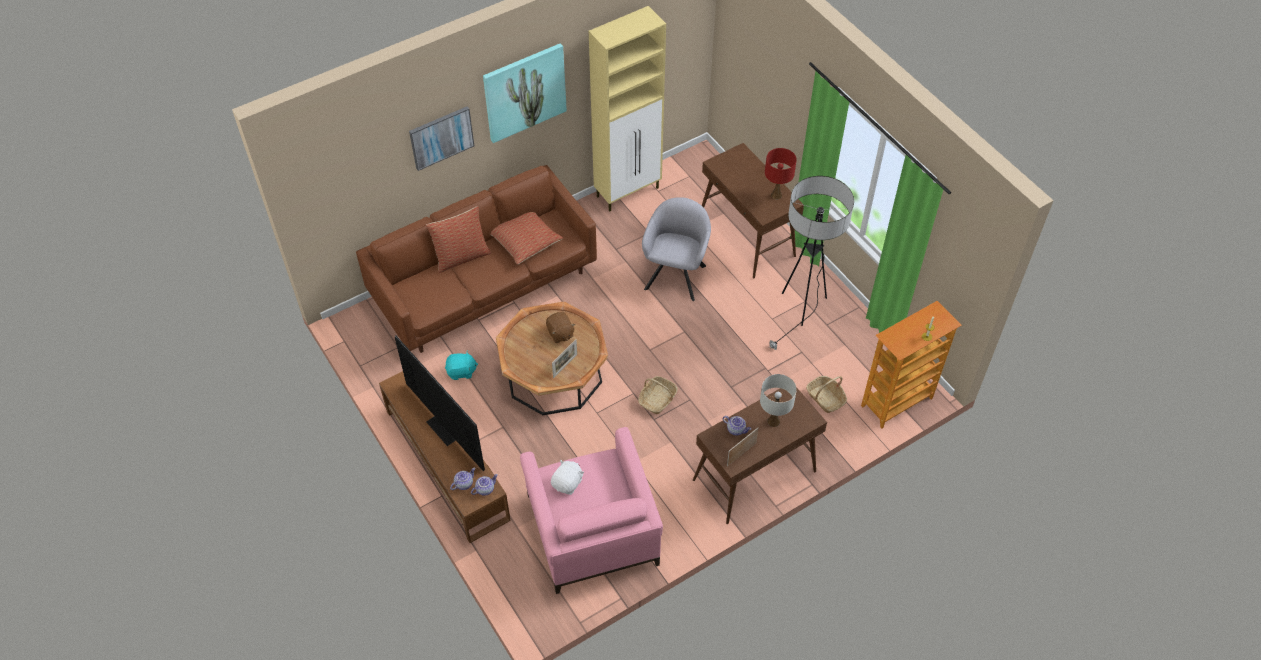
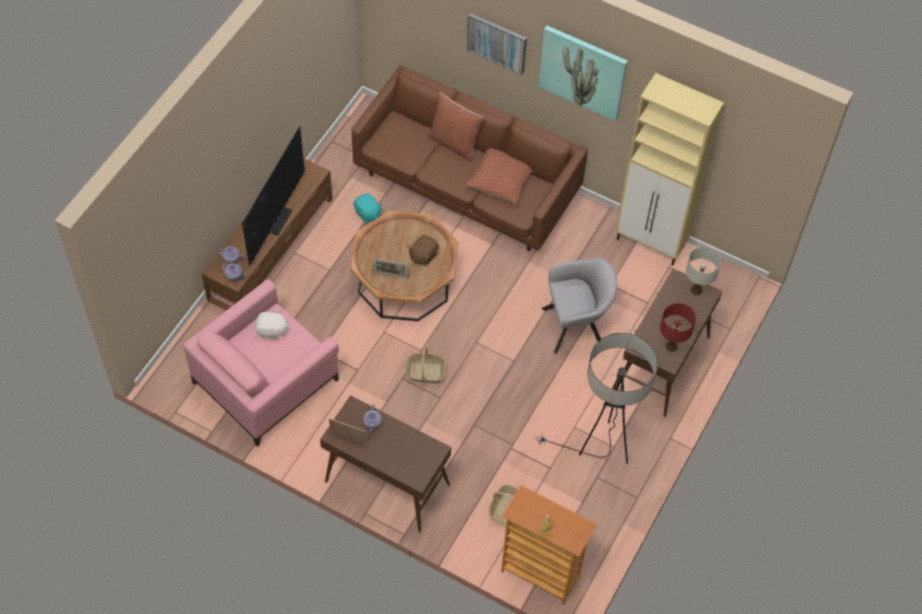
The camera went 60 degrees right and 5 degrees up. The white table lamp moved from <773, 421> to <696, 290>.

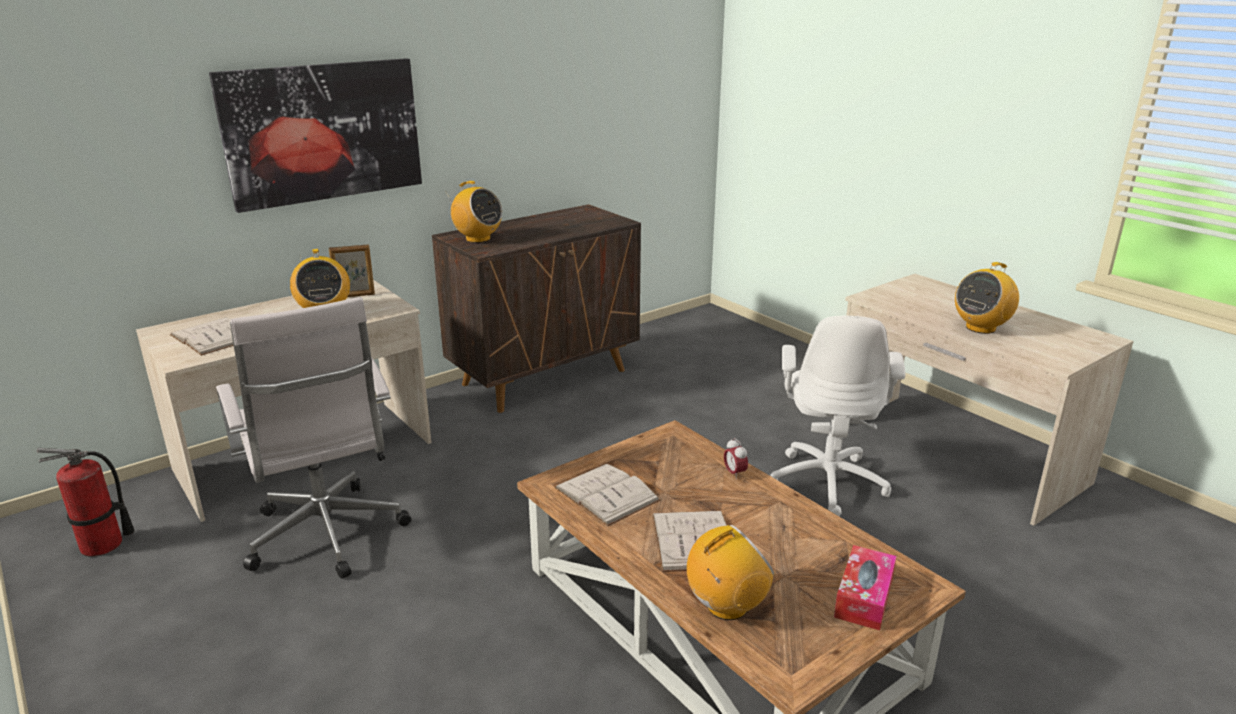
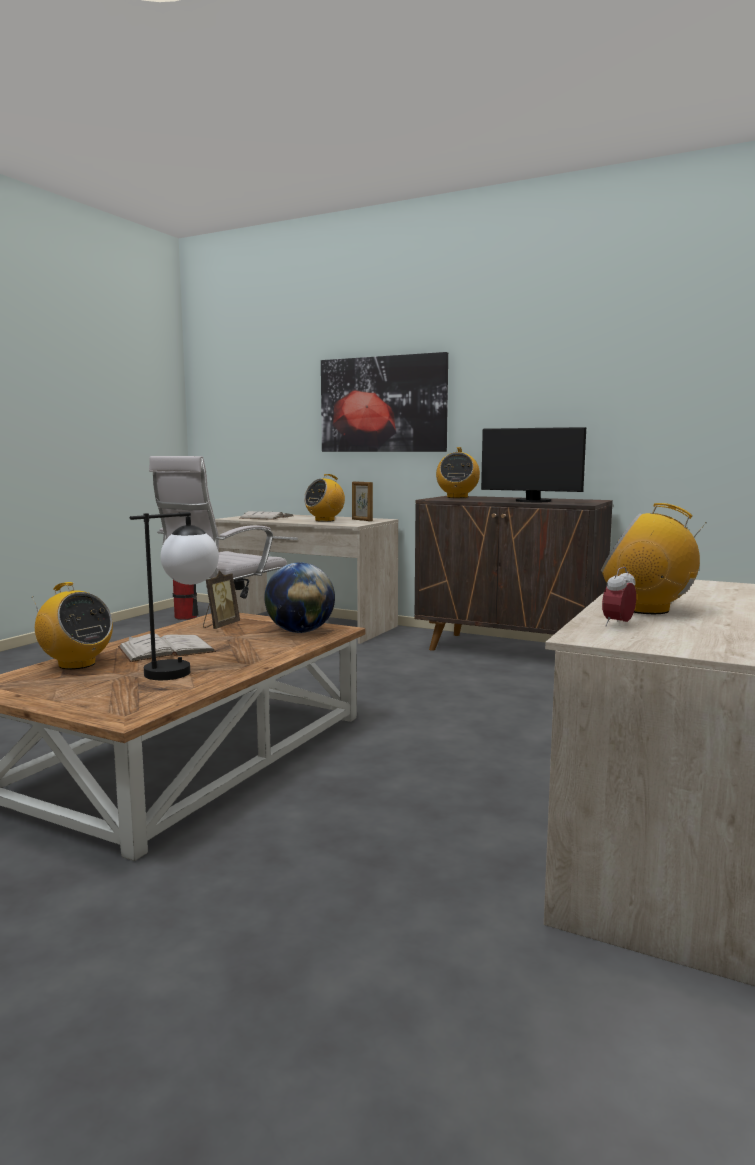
The camera went 65 degrees right and 15 degrees down. The white book at <606, 494> was replaced by the picture frame at <220, 626>. The alarm clock moved from <734, 473> to <618, 624>. The white office chair at <828, 481> disappeared. The tissue box at <864, 597> disappeared. The table lamp at <183, 669> appeared. The globe at <300, 632> appeared. The monitor at <532, 501> appeared.

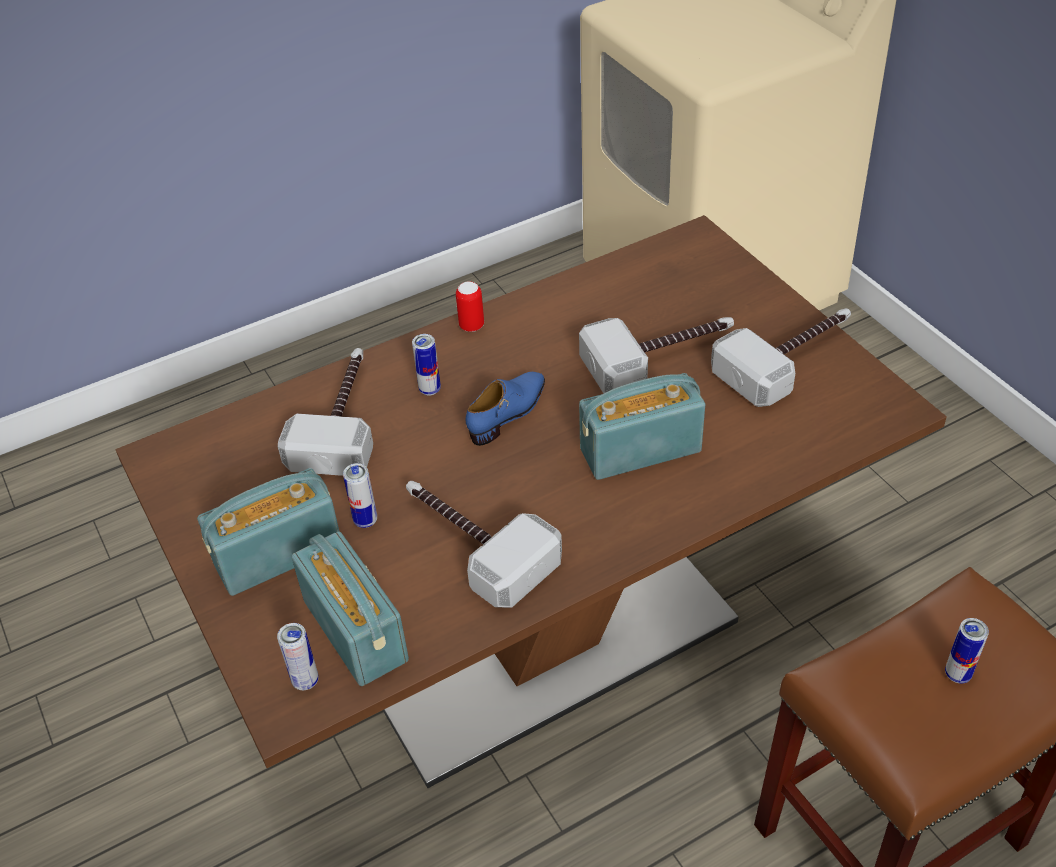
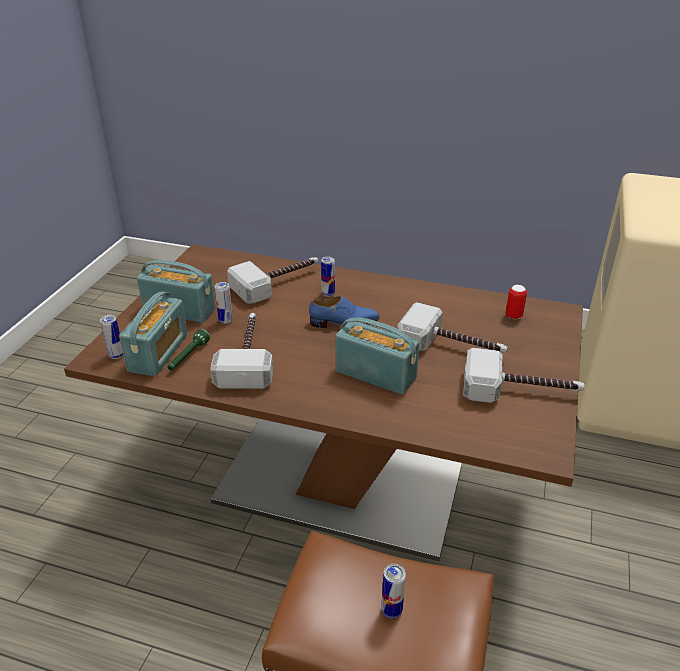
The camera went 45 degrees right and 10 degrees down. The can moved from <471, 326> to <513, 316>. The green flashlight at <188, 357> appeared.

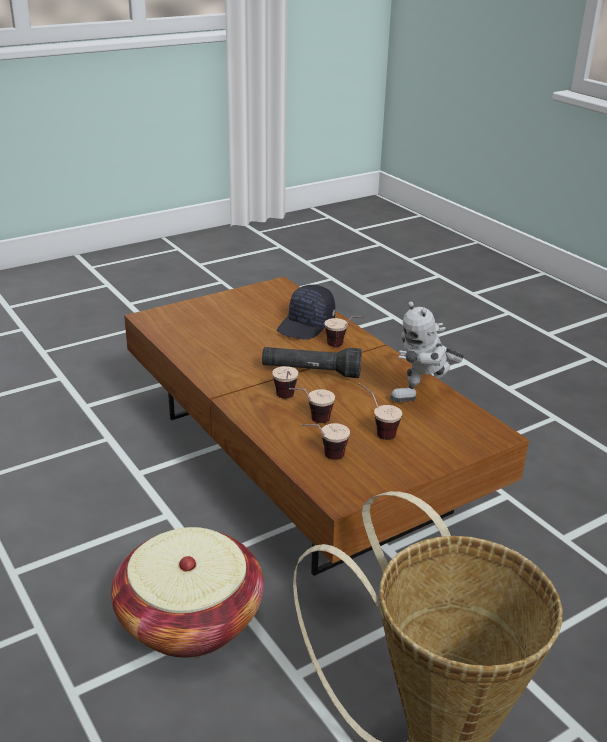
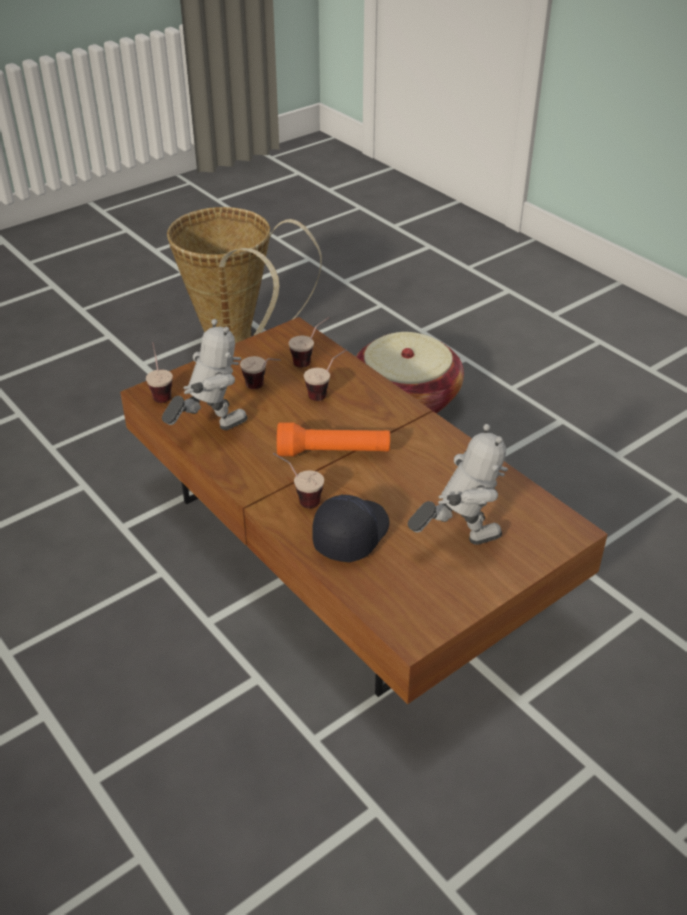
The camera went 175 degrees right and 10 degrees up. The black flashlight at <311, 372> became the orange flashlight at <334, 453>. The cup moved from <286, 400> to <161, 392>. The toy robot at <458, 539> appeared.

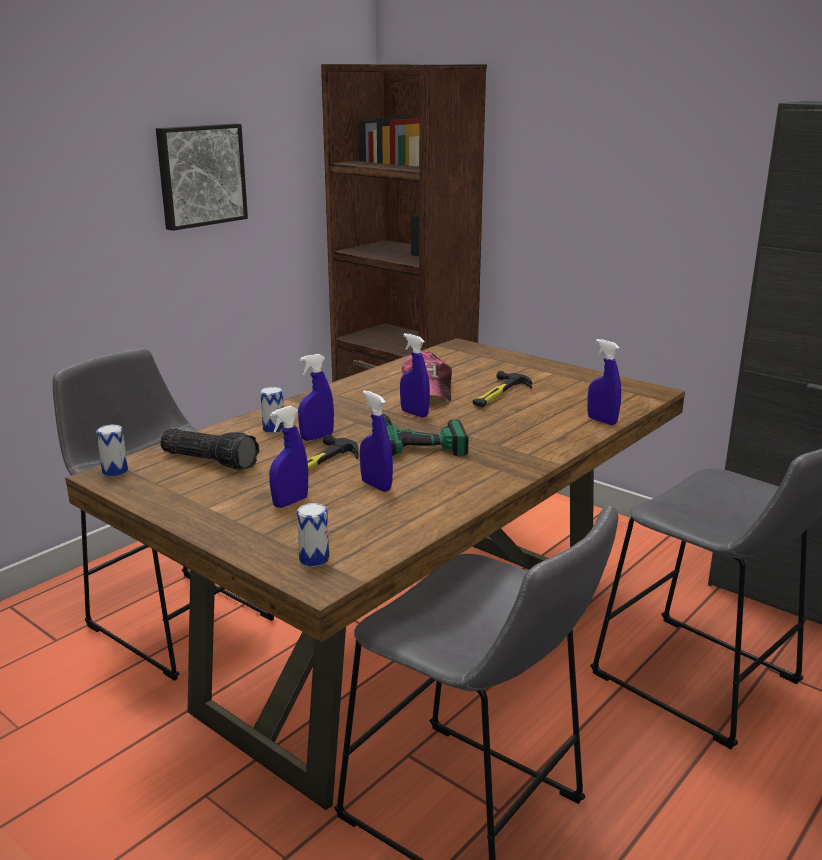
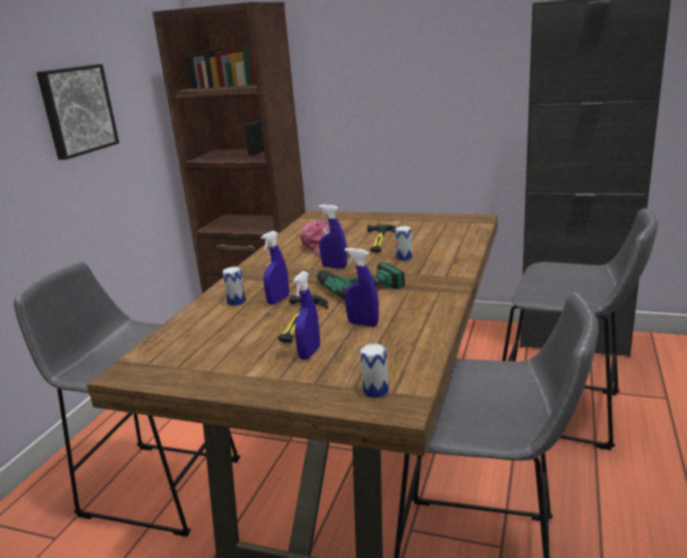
The camera went 20 degrees left and 0 degrees up. The can moved from <115, 471> to <404, 257>. The flashlight at <211, 460> disappeared. The blue spray bottle at <602, 421> disappeared.

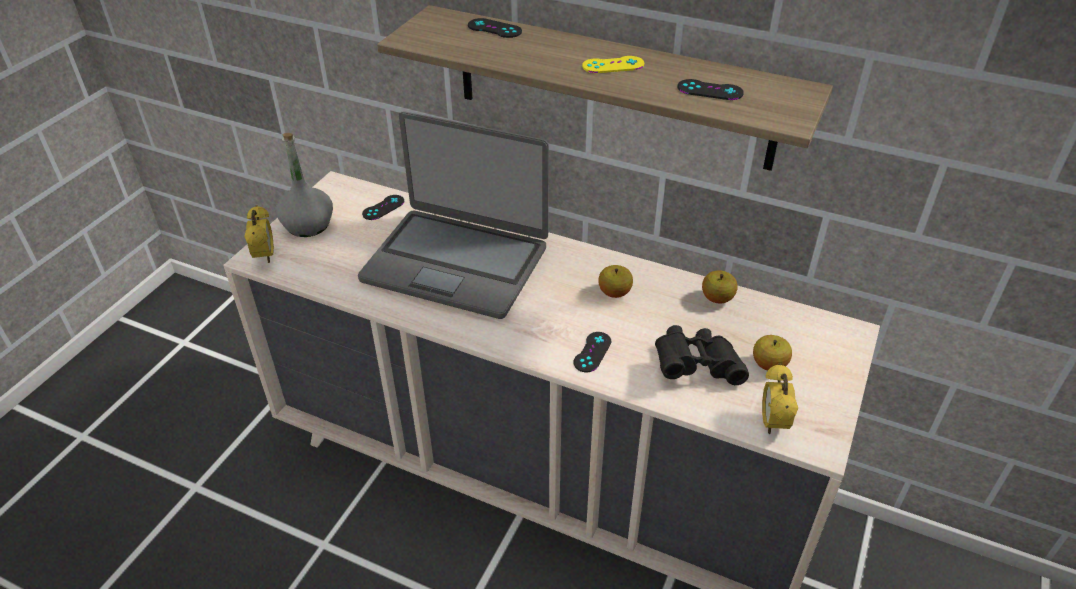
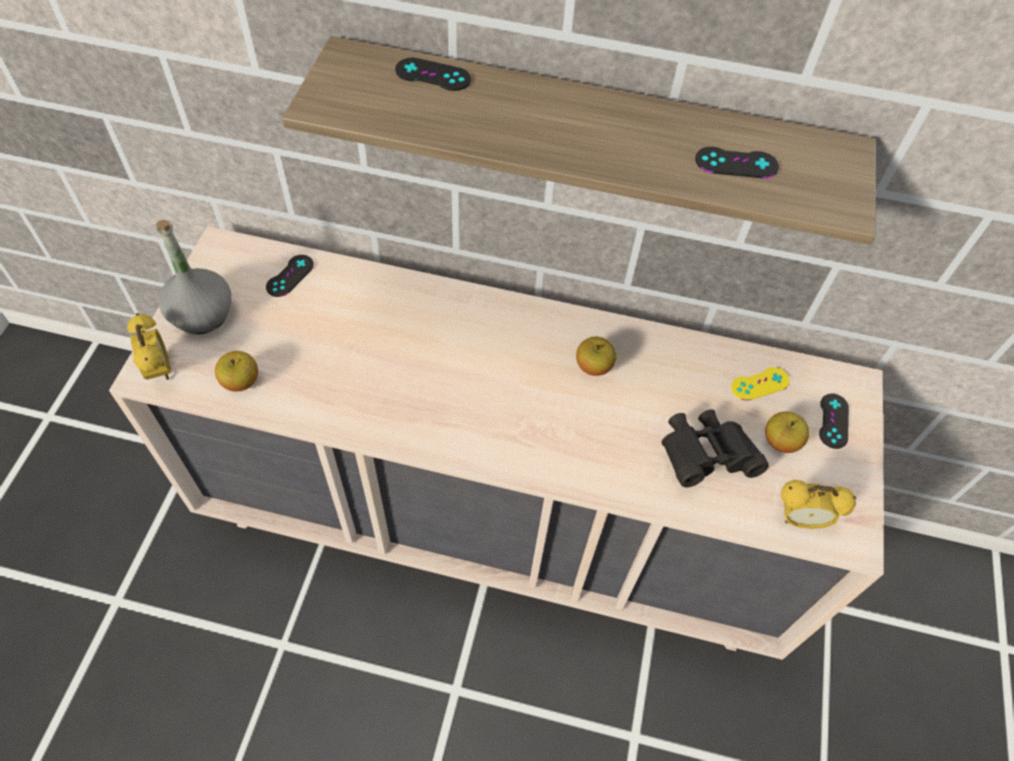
The camera went 15 degrees left and 15 degrees up. The laptop at <456, 262> disappeared. The black game controller moved from <592, 352> to <833, 421>. The yellow game controller moved from <613, 65> to <760, 384>. The apple moved from <717, 298> to <241, 381>. The alarm clock at <772, 423> turned 75 degrees counterclockwise.

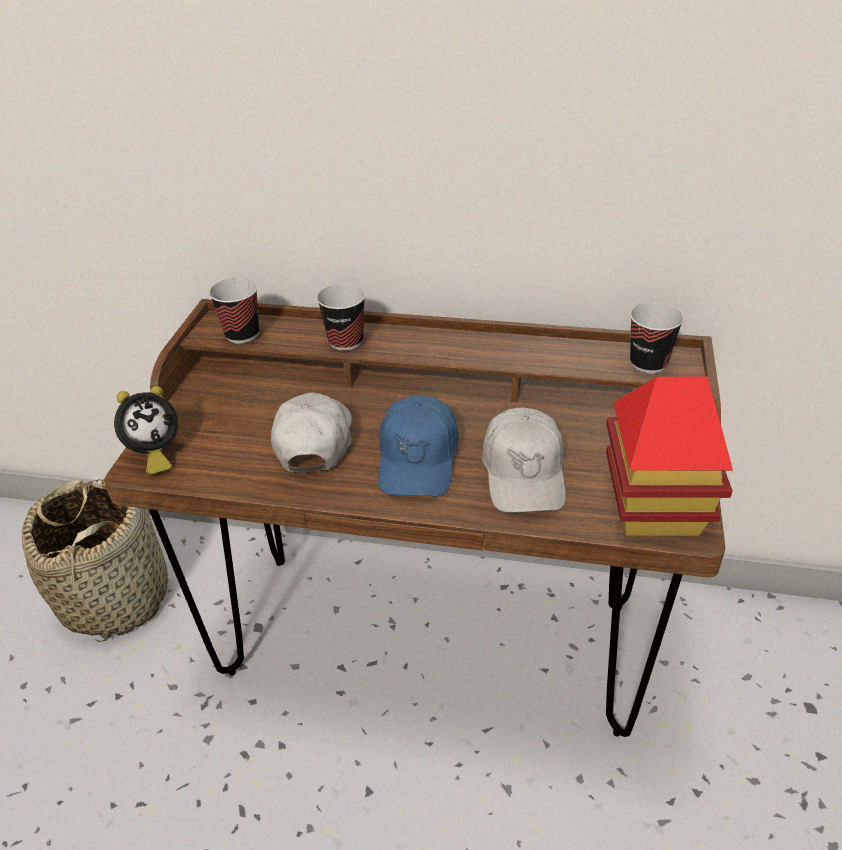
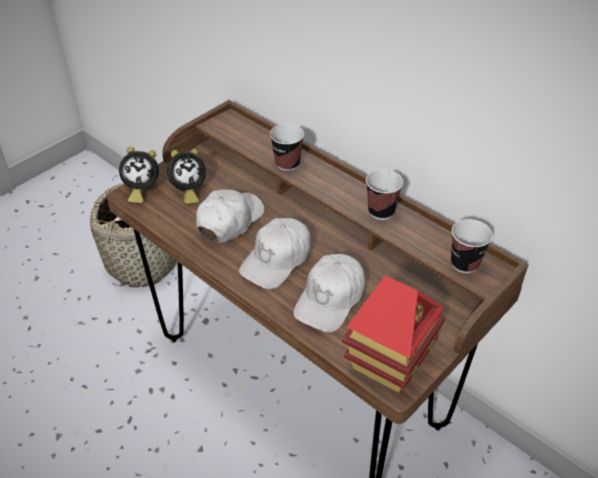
The camera went 30 degrees right and 5 degrees up. The cup moved from <242, 334> to <381, 211>. The blue cap at <418, 459> became the white cap at <277, 260>. The alarm clock at <188, 192> appeared.

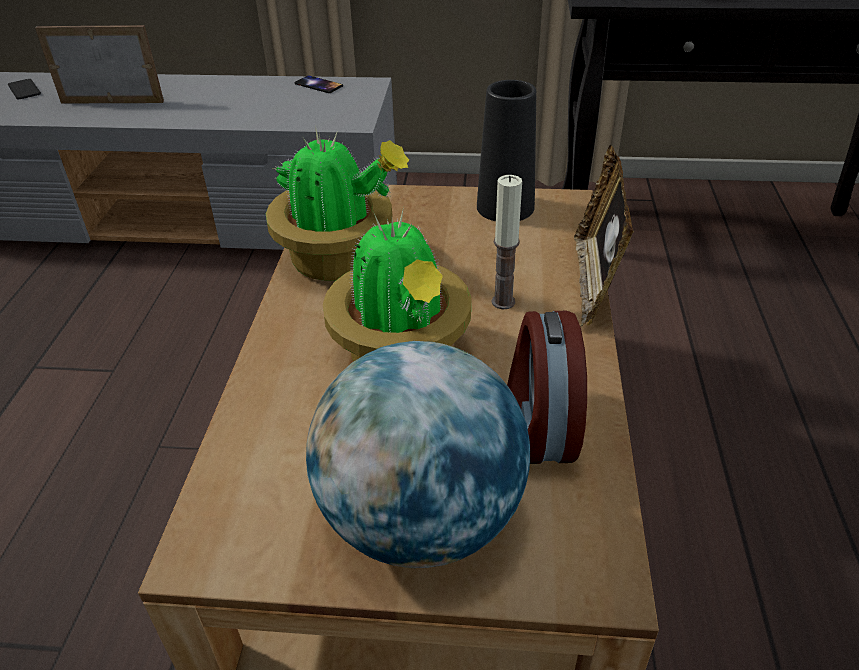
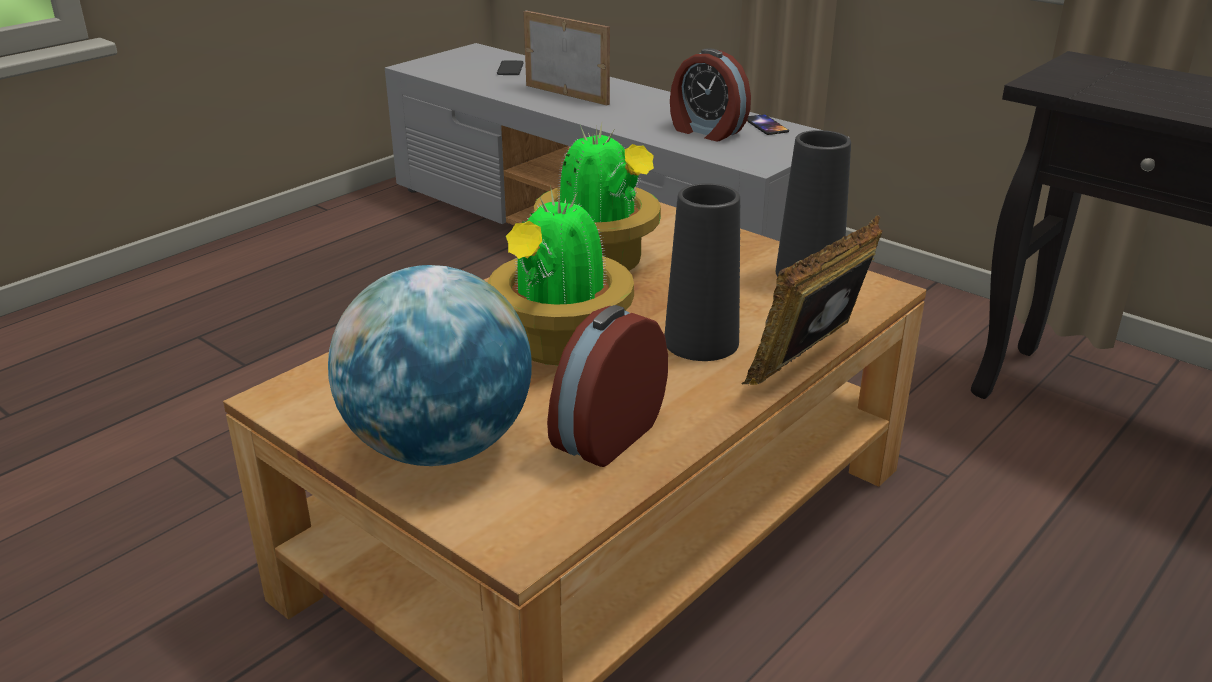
The camera went 35 degrees right and 10 degrees down. The candle at <503, 302> was replaced by the black vase at <701, 342>. The alarm clock at <706, 131> appeared.

